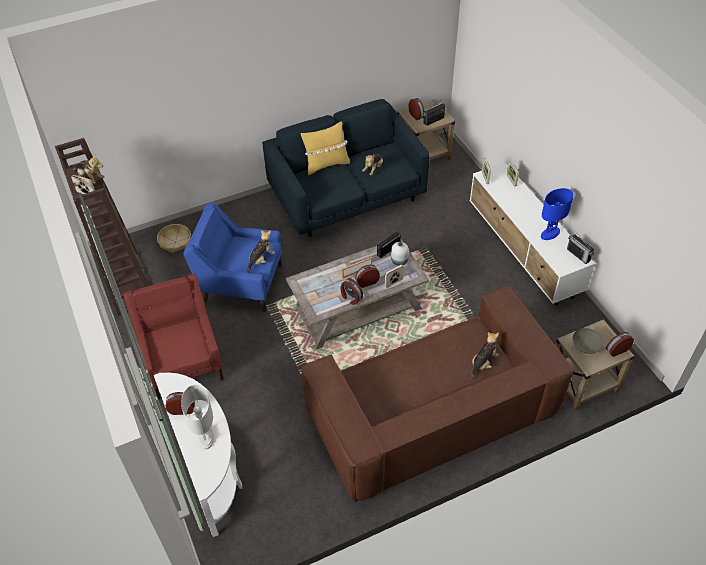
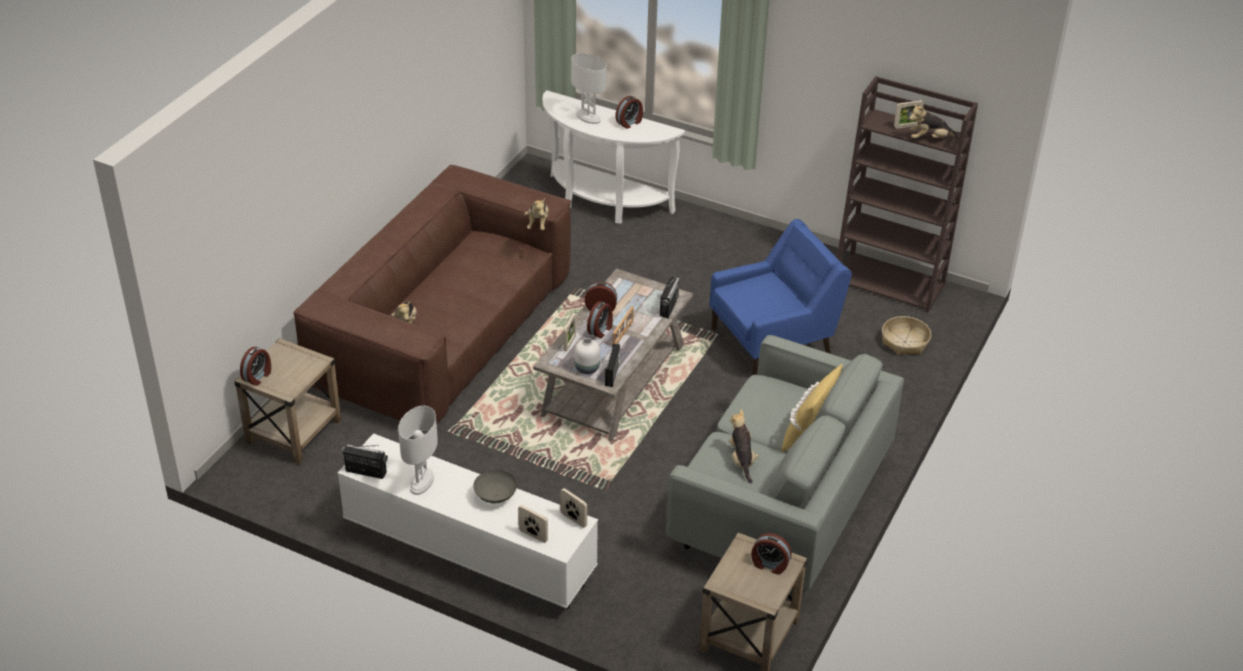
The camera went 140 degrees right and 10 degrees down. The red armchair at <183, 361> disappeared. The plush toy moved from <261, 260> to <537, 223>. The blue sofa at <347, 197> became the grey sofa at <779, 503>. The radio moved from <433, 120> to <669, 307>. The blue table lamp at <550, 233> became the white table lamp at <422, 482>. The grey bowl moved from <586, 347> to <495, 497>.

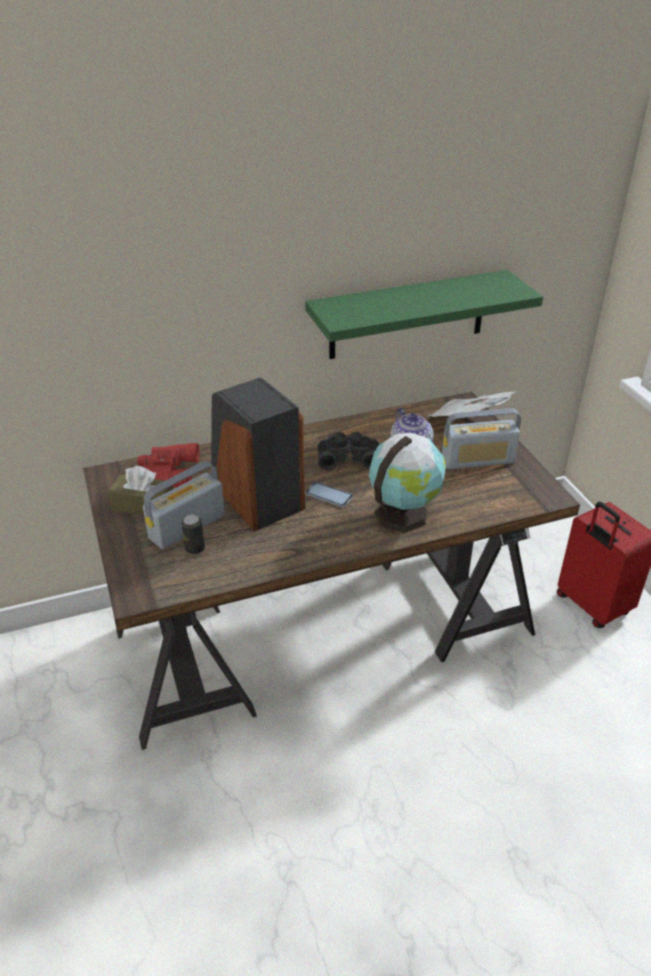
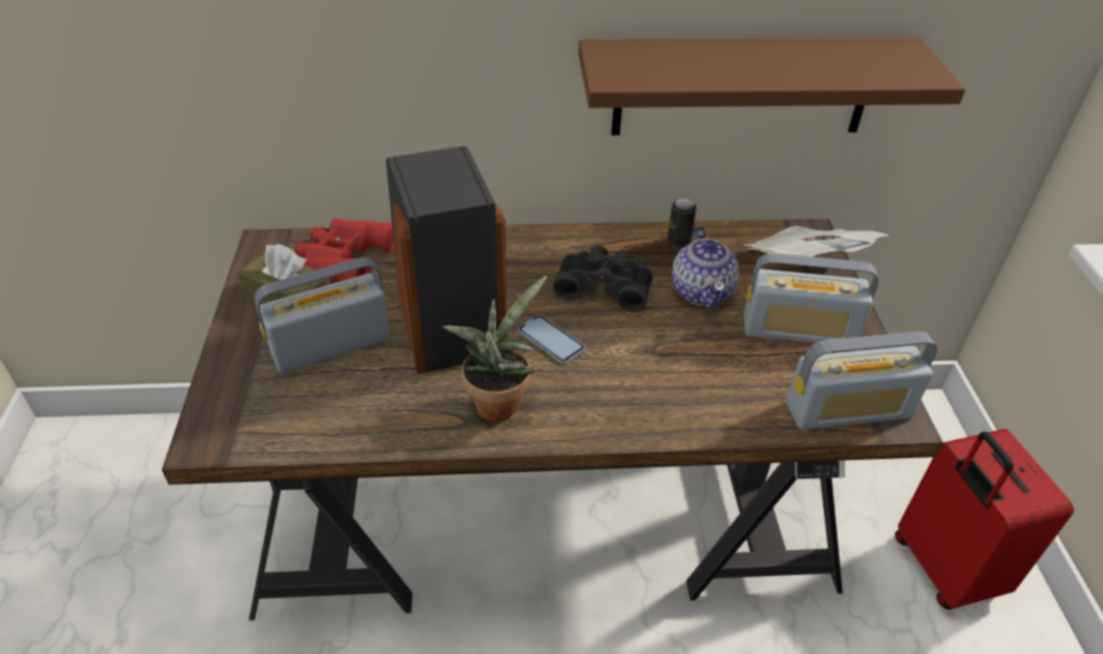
The camera went 15 degrees right and 5 degrees up. The can moved from <195, 548> to <678, 242>. The green shelf at <407, 315> became the brown shelf at <743, 87>. The globe at <403, 513> disappeared. The potted plant at <498, 401> appeared. The radio at <848, 410> appeared.

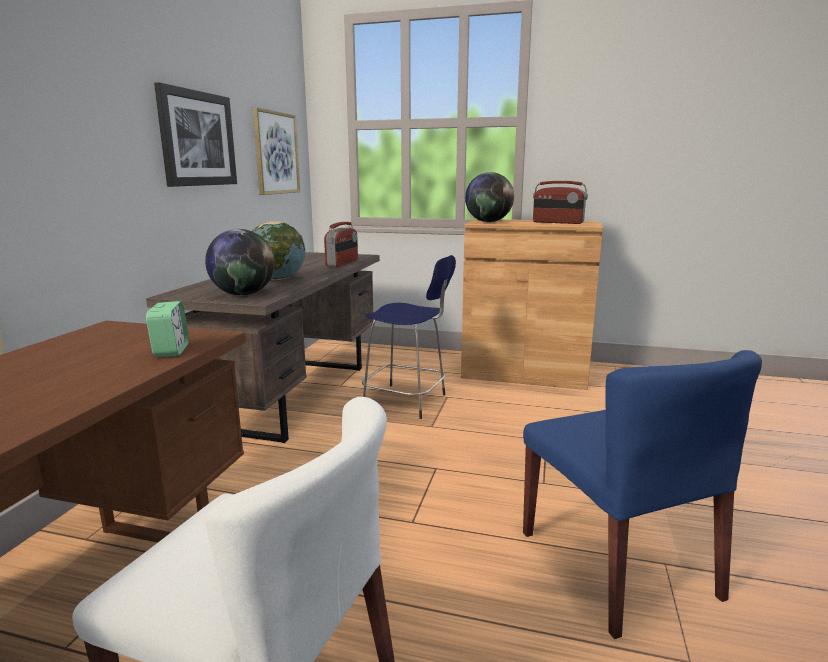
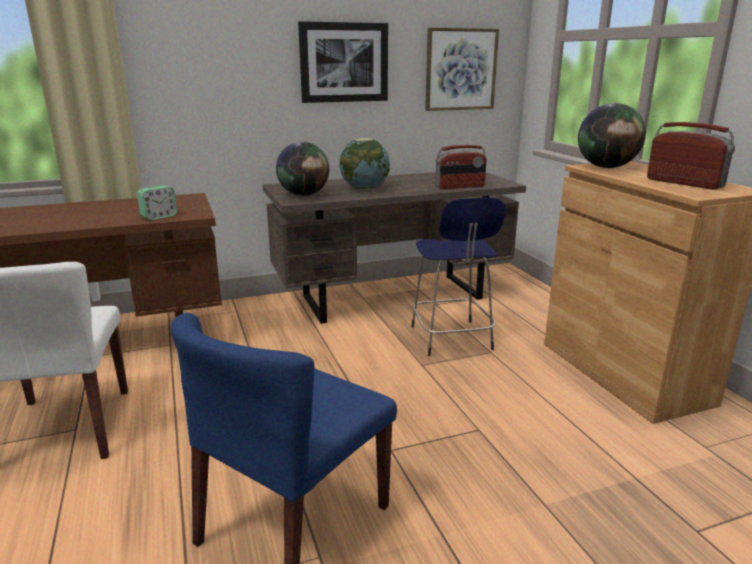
The camera went 55 degrees right and 5 degrees up. The radio at <557, 222> turned 150 degrees clockwise.

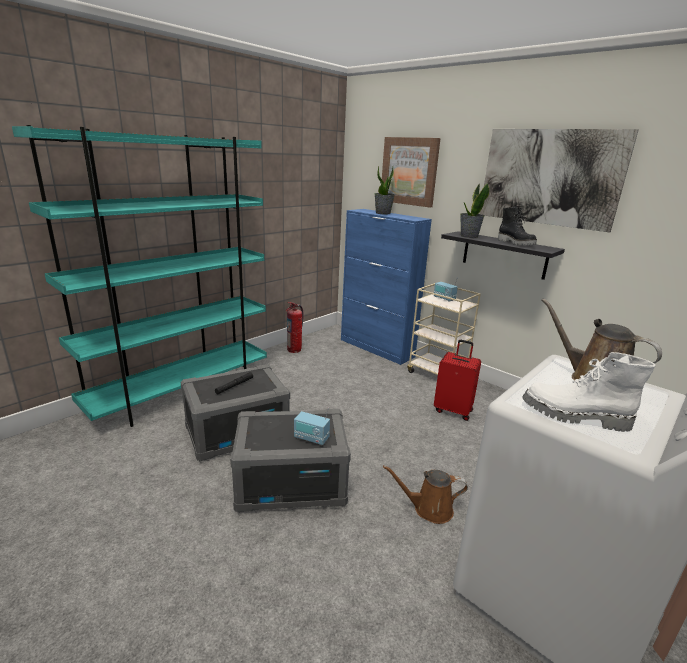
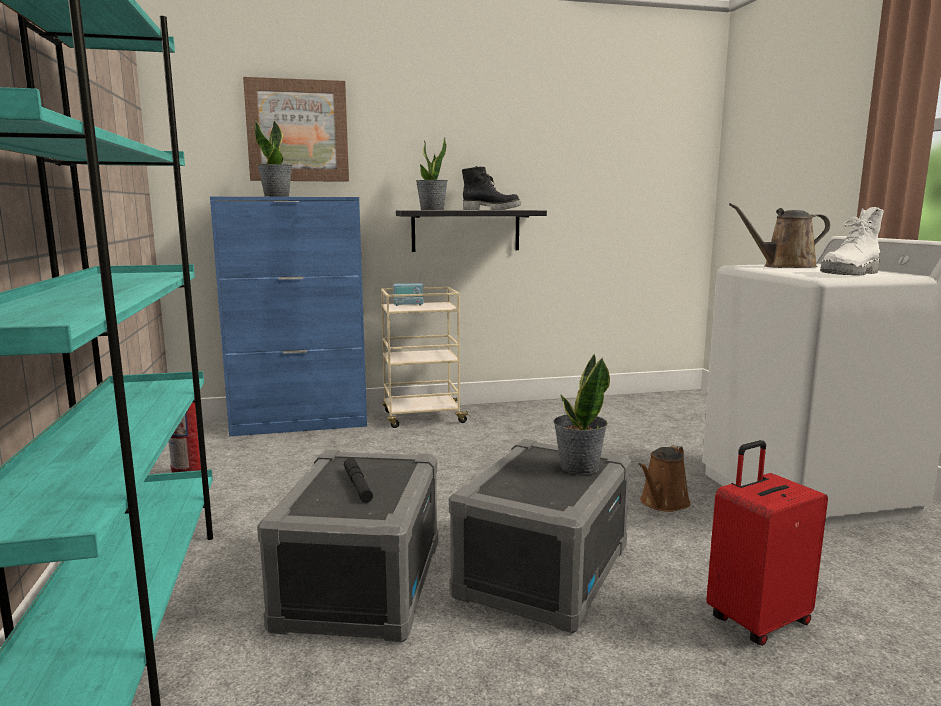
The camera went 55 degrees left and 10 degrees down. The radio at <311, 438> was replaced by the potted plant at <578, 467>. The red suitcase moved from <453, 410> to <756, 620>. The picture at <549, 177> disappeared.

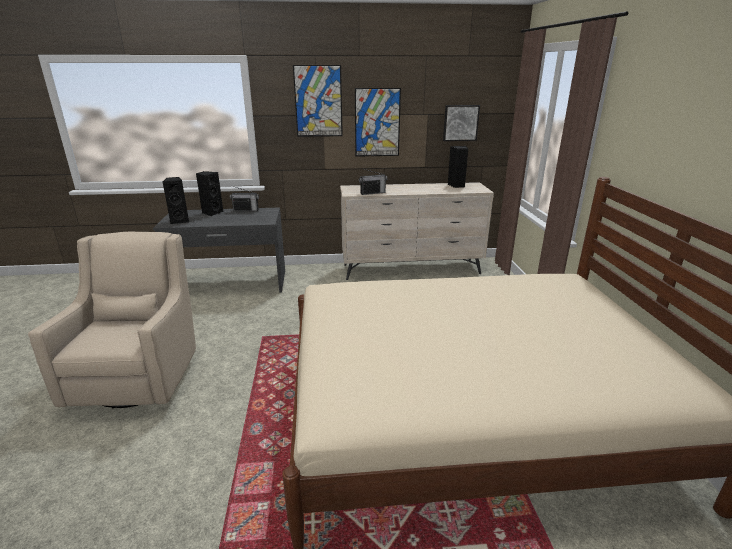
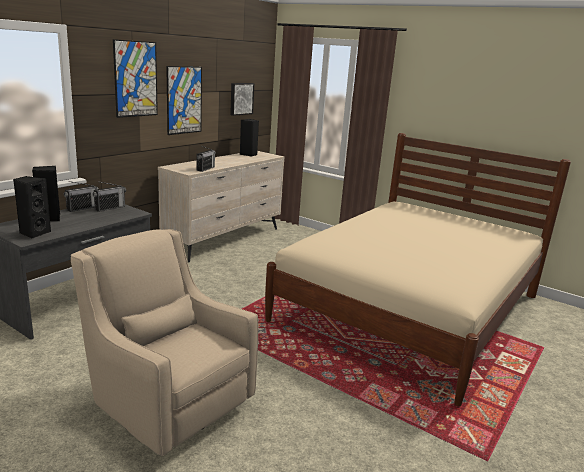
The camera went 50 degrees left and 5 degrees down. The radio at <110, 208> appeared.

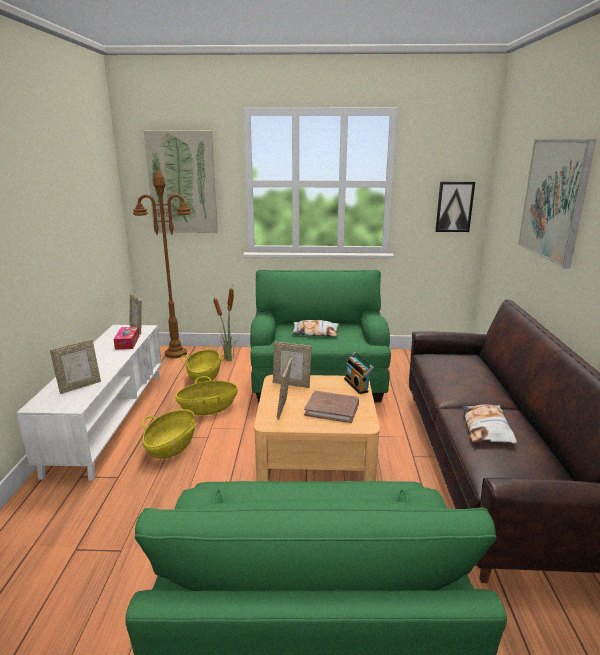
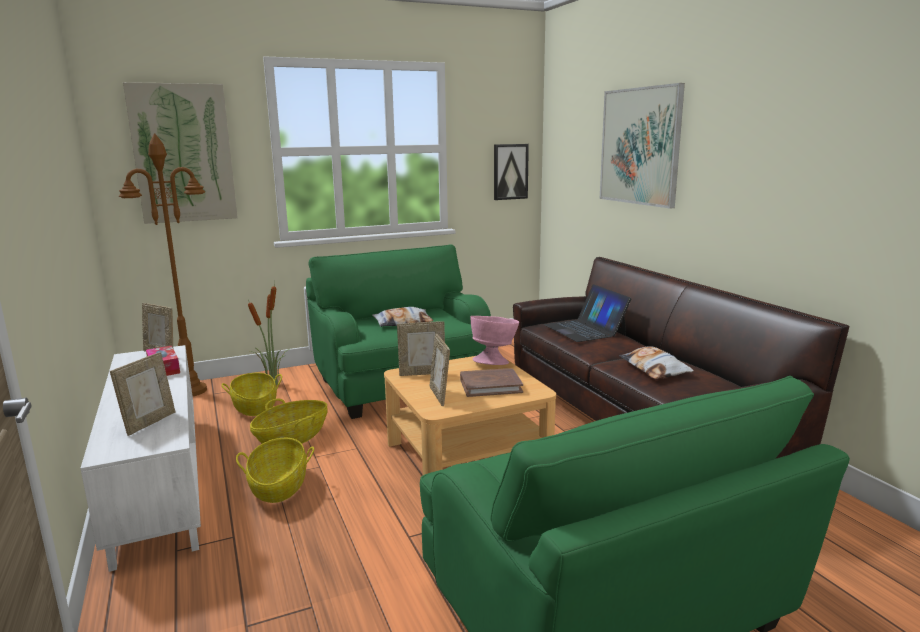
The camera went 25 degrees left and 5 degrees down. The radio at <357, 385> was replaced by the pink bowl at <494, 361>. The laptop at <585, 329> appeared.

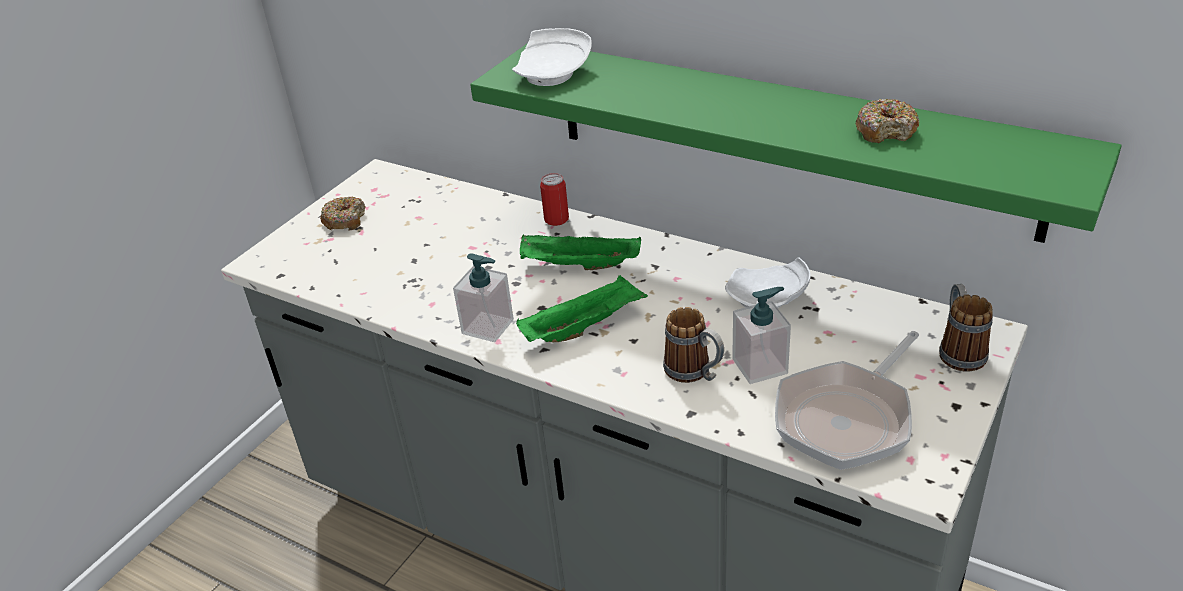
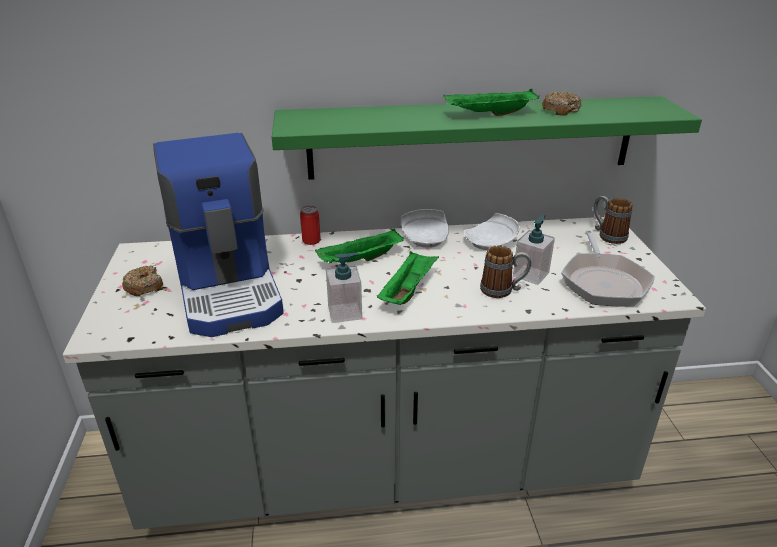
The camera went 40 degrees left and 5 degrees down. The white plate moved from <553, 73> to <426, 238>. The coffee machine at <229, 287> appeared. The green tray at <489, 115> appeared.

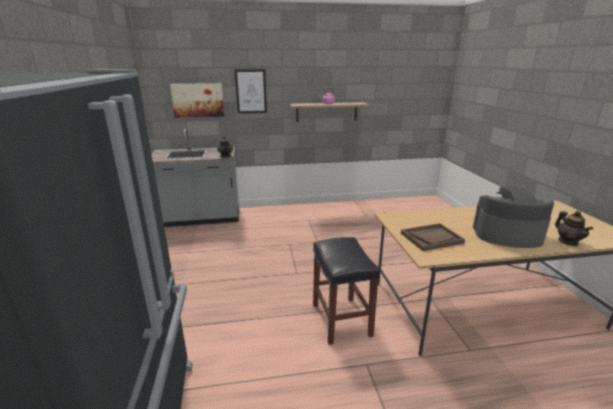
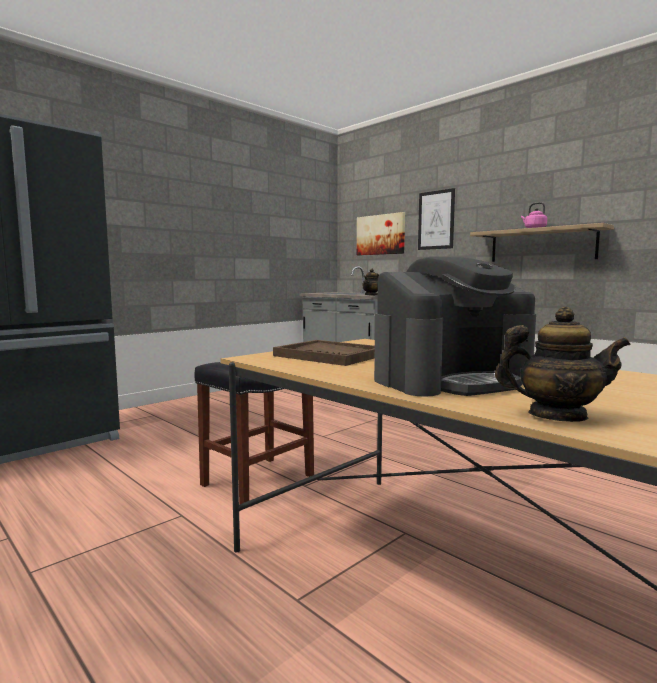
The camera went 55 degrees right and 15 degrees down. The coffee machine at <506, 235> turned 90 degrees clockwise. The teapot at <568, 242> turned 120 degrees counterclockwise.

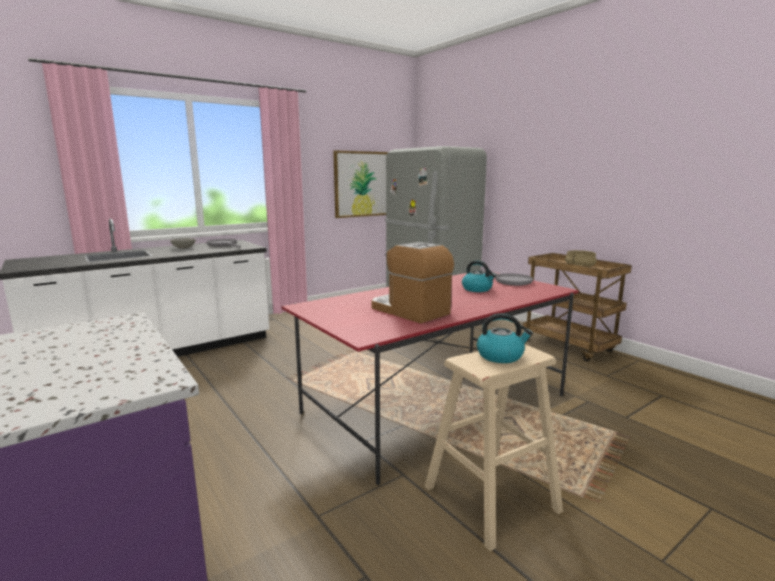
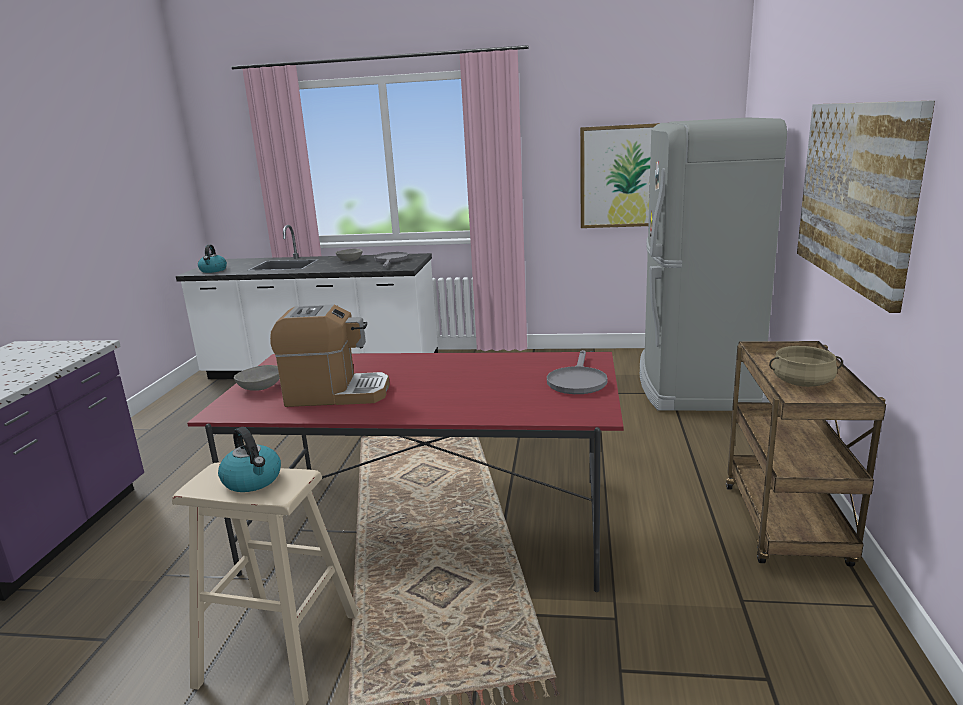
The camera went 45 degrees right and 5 degrees up. The coffee machine at <409, 311> turned 90 degrees clockwise. The kettle moved from <477, 289> to <213, 270>. The grey bowl at <261, 388> appeared. The picture at <855, 194> appeared.

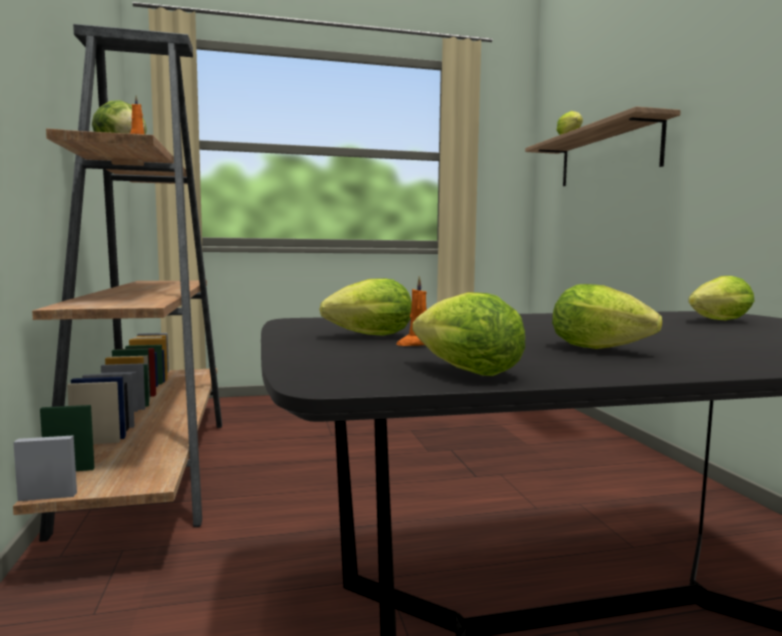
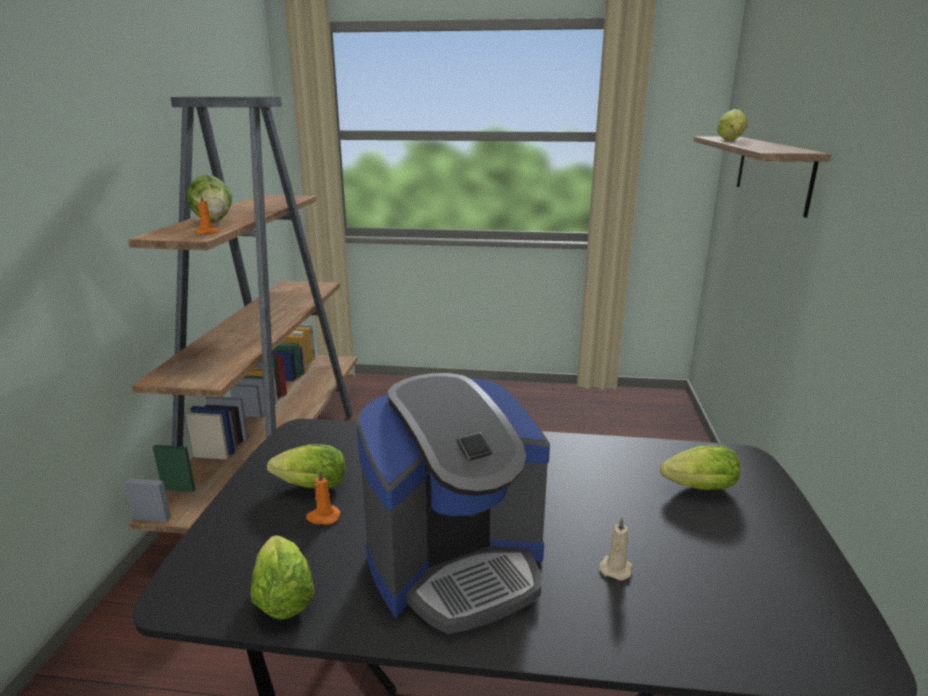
The camera went 20 degrees right and 15 degrees up. The lettuce at <604, 349> was replaced by the coffee machine at <456, 563>. The beige candle at <616, 567> appeared.

